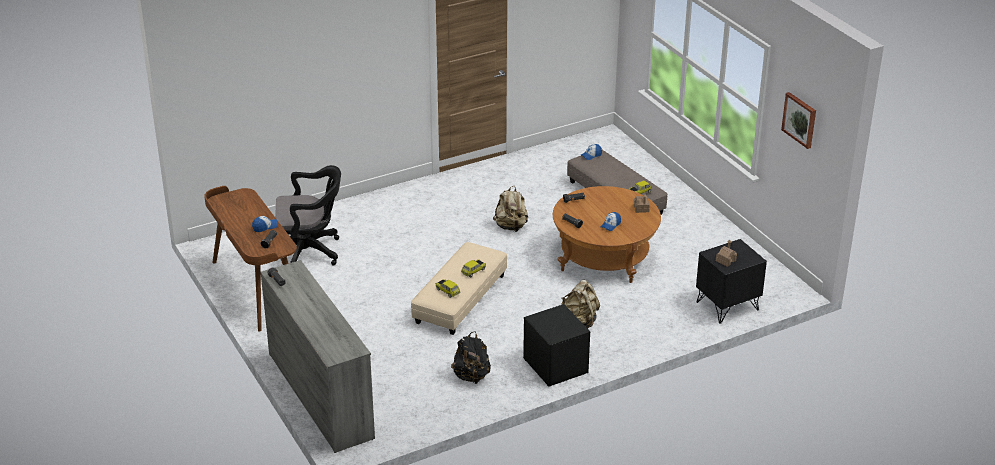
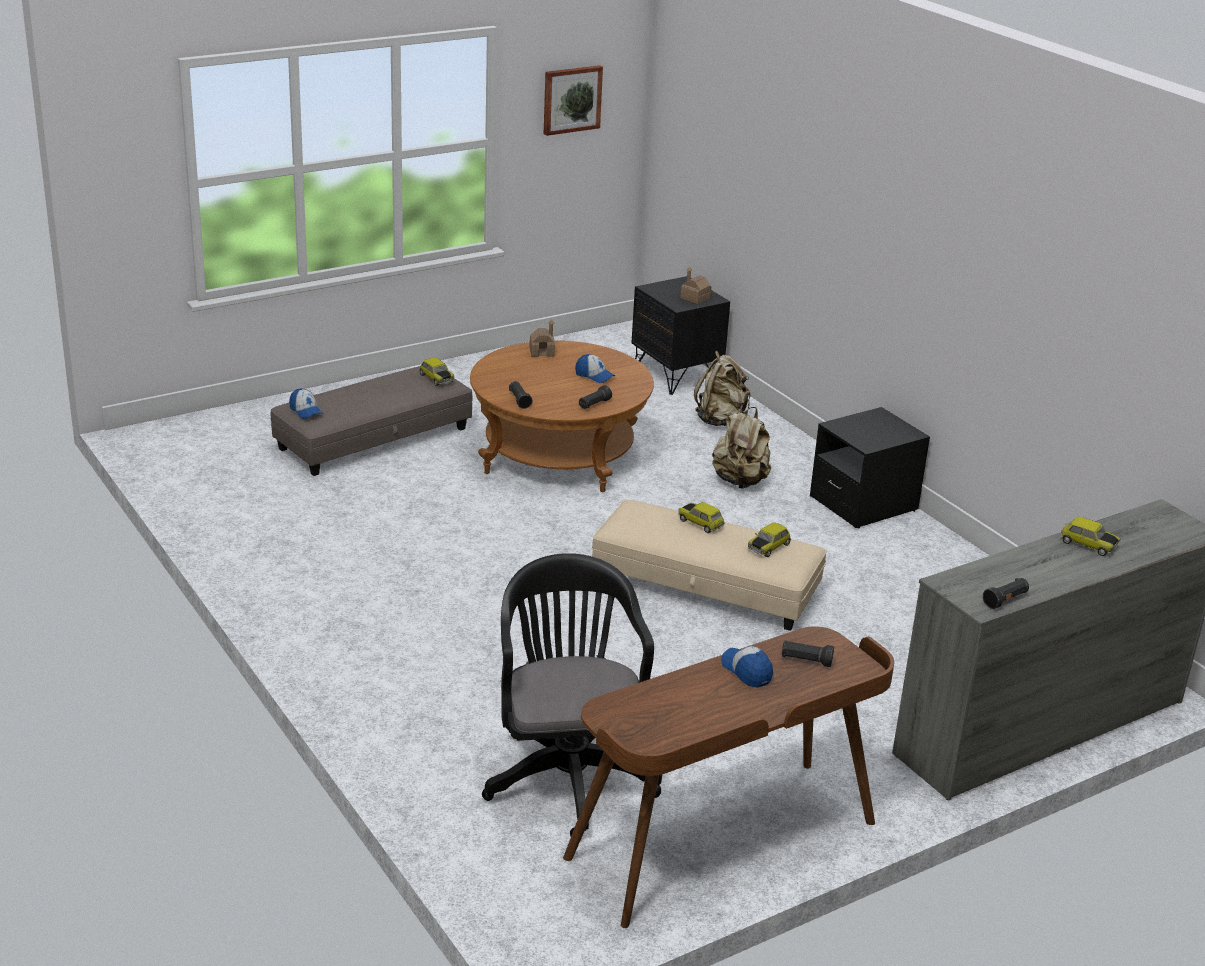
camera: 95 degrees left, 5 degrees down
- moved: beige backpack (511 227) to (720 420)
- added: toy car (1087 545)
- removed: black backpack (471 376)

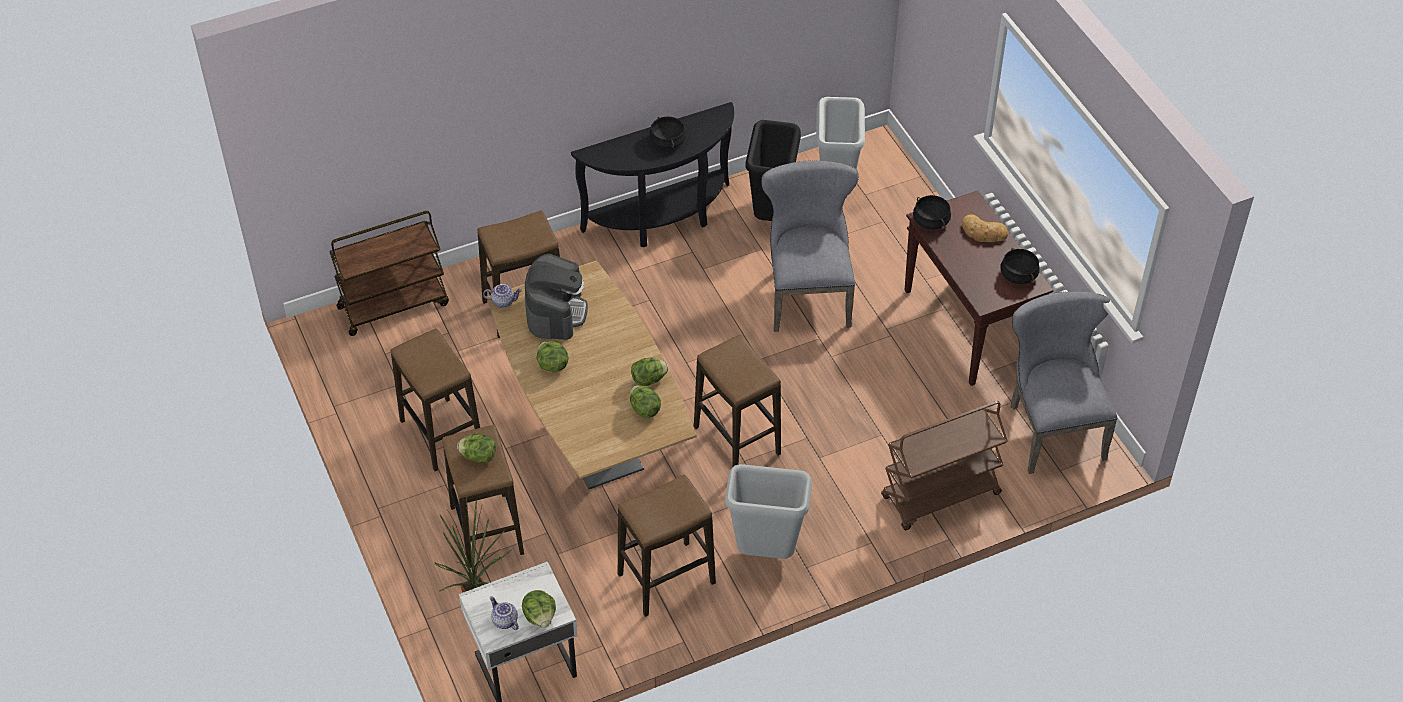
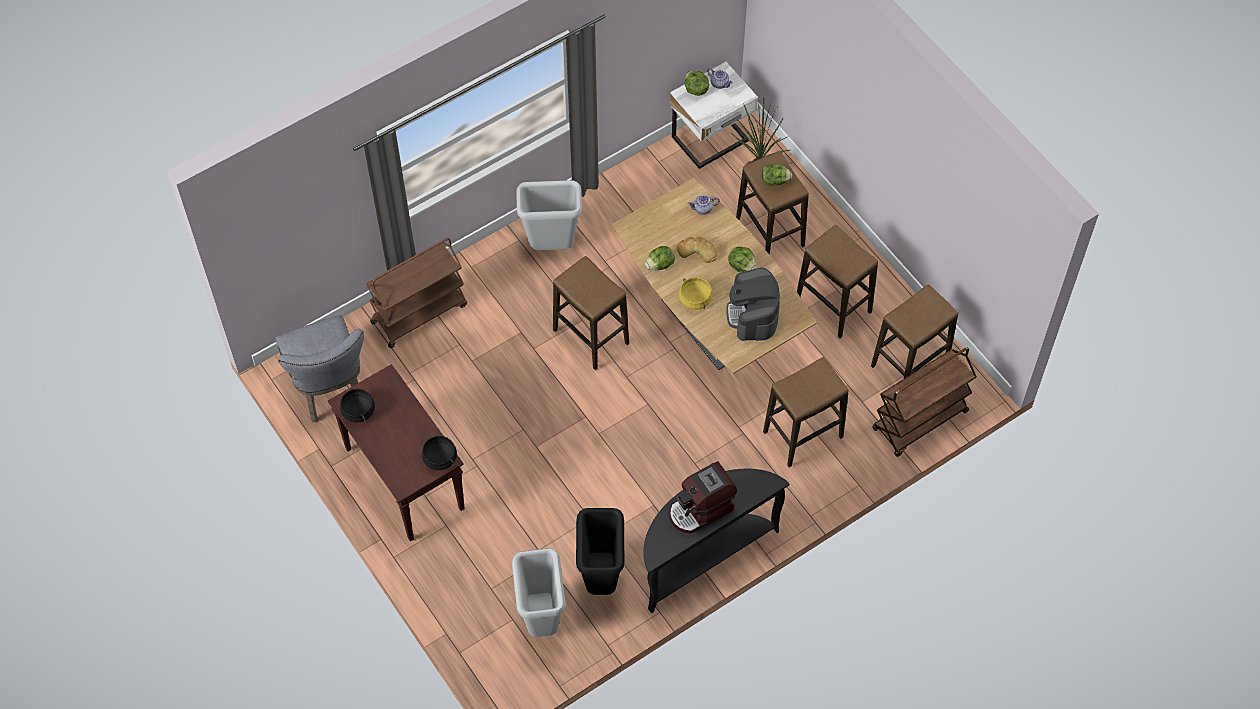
camera: 170 degrees right, 10 degrees up
- replaced: black cooking pot (667 141) to coffee machine (701 510)
- moved: bread (983 232) to (697 250)
- added: yellow cooking pot (695 299)
- moved: teapot (503 301) to (703 209)
- moved: stool (666 579) to (909 364)
- removed: lettuce (644 409)
- removed: grey chair (807 293)

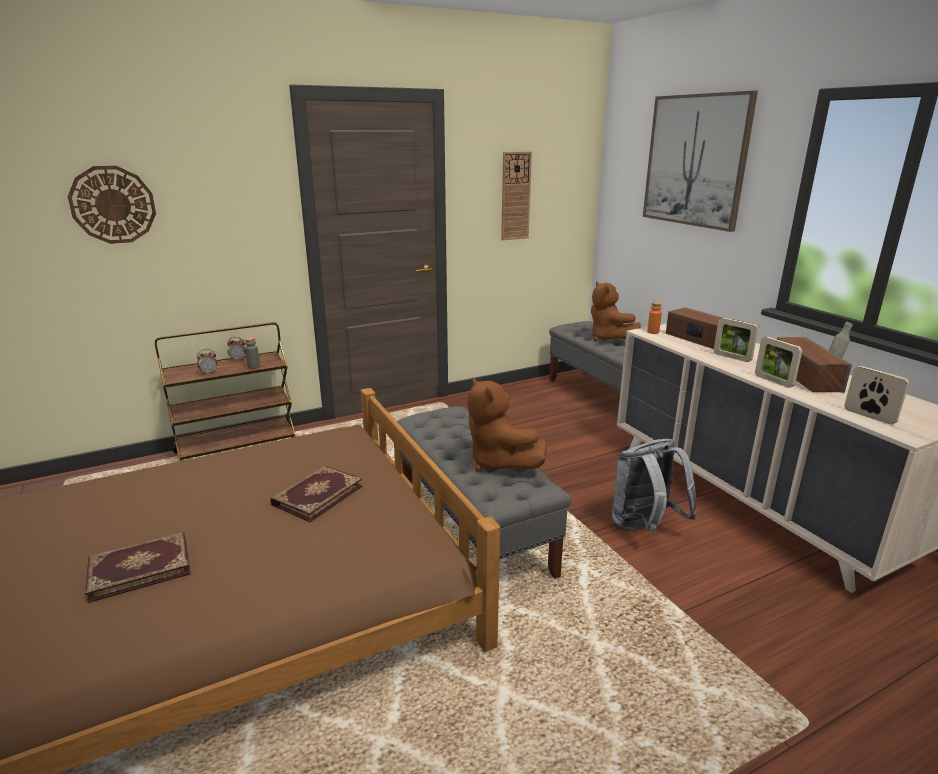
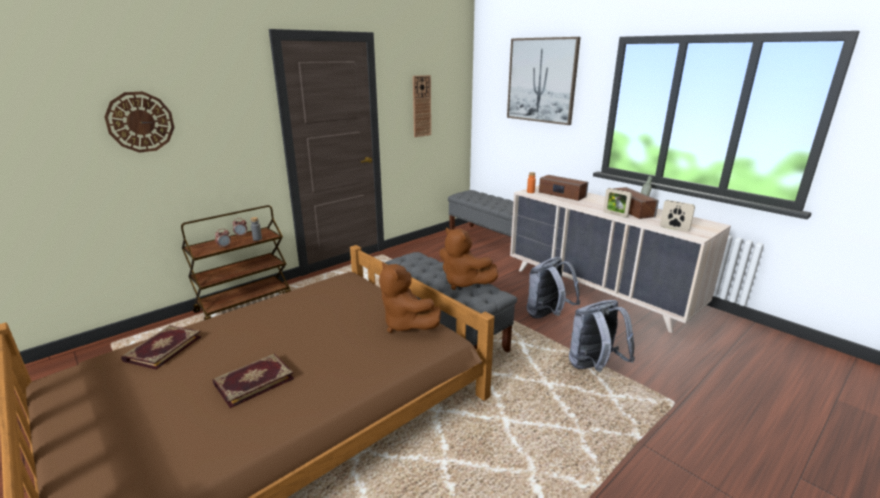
camera: 15 degrees left, 0 degrees up
- moved: book (317 495) to (162 348)
- moved: brown plush toy (608 338) to (406 324)
- added: grey backpack (594 367)
- removed: picture frame (732 357)

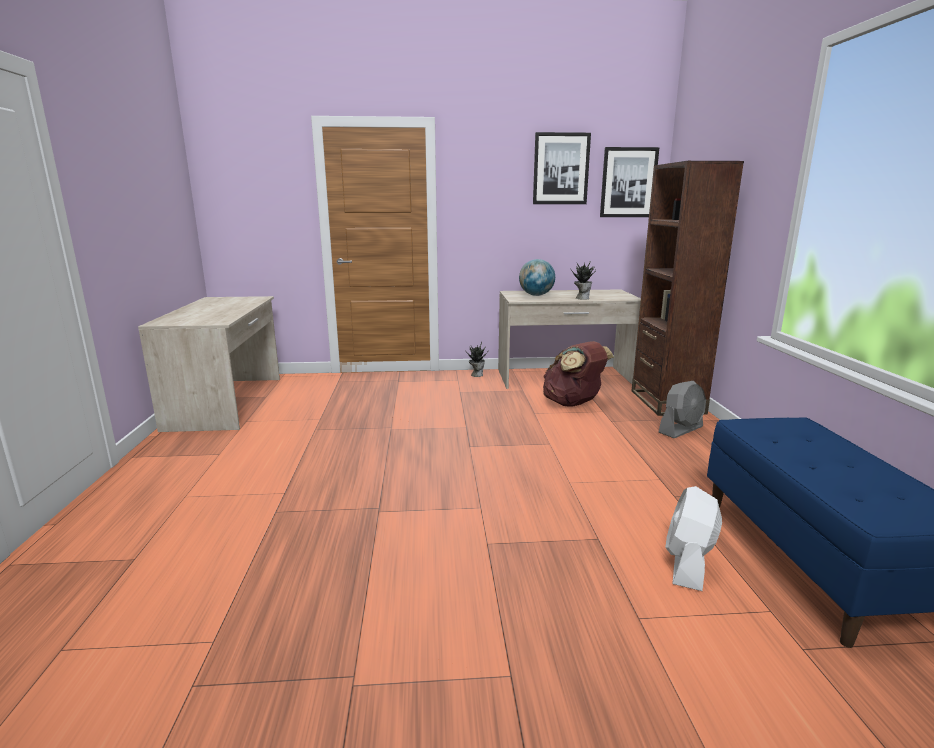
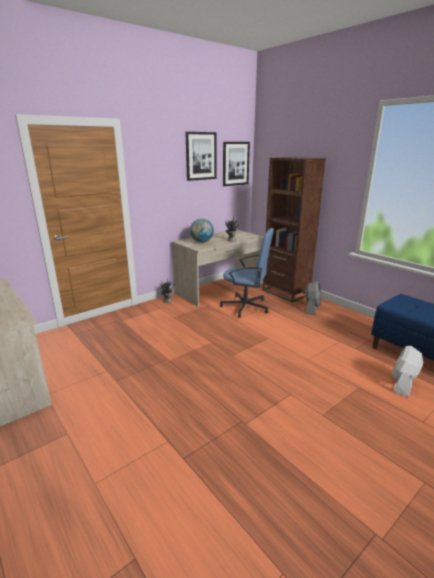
camera: 35 degrees left, 5 degrees up
- replaced: brown backpack (573 403) to blue office chair (246 307)
- turned: white fan (688 564) = (403 383) 45 degrees clockwise

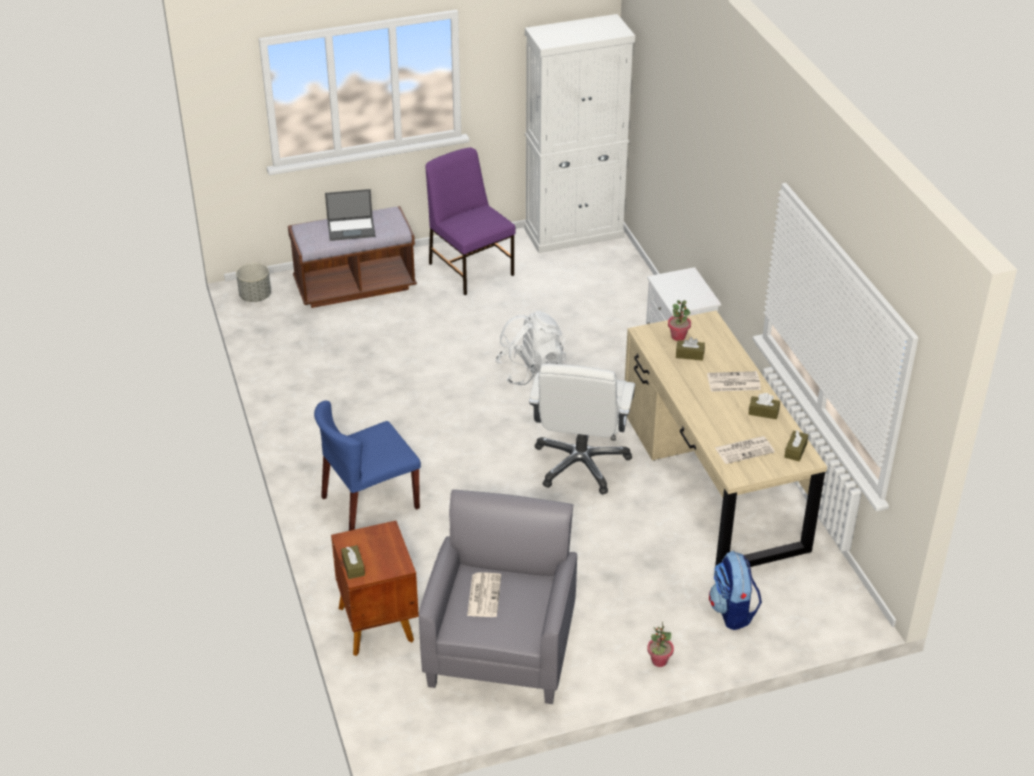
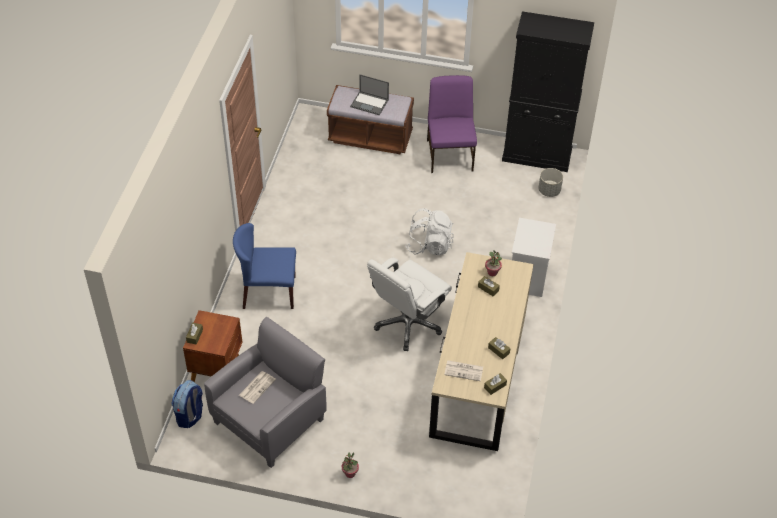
camera: 30 degrees right, 10 degrees up
- moved: backpack (732 611) to (190 415)
- recoloured: white cabinet (574 233) to black cabinet (537 155)
- moved: grey planter (255 296) to (549 190)
- removed: newspaper (733 382)

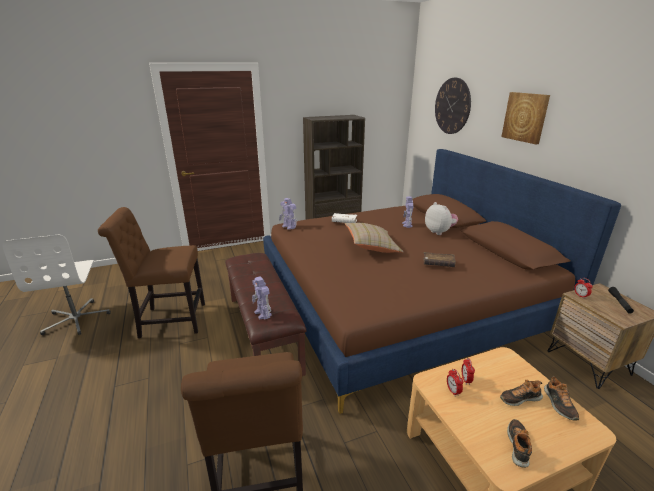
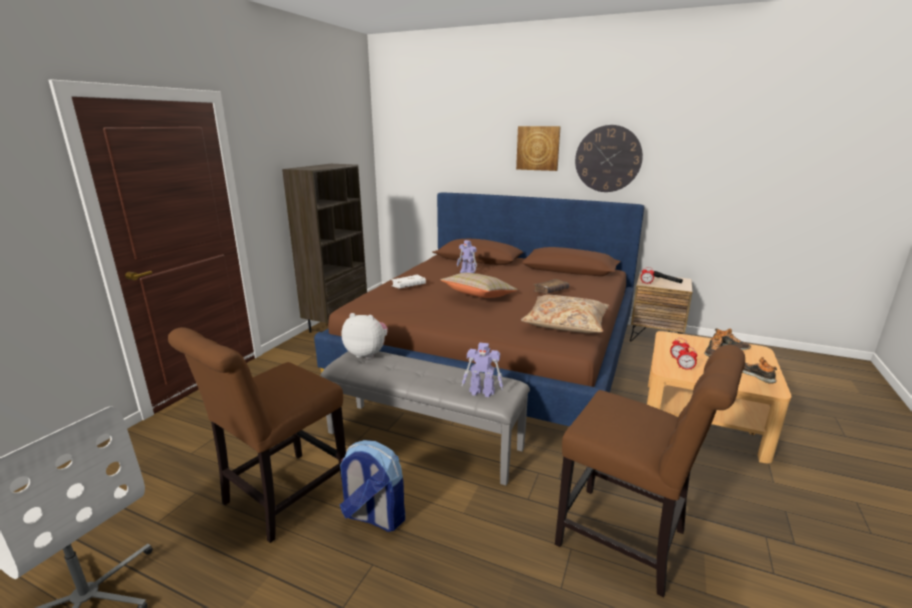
camera: 45 degrees left, 5 degrees down
- recoloured: brown bench (264 332) to grey bench (424 439)
- added: backpack (373 517)
- moved: plush toy (439 232) to (367 353)
- added: beige pillow (566 323)
- moved: wall clock (452 106) to (608 159)
- removed: toy robot (289 227)

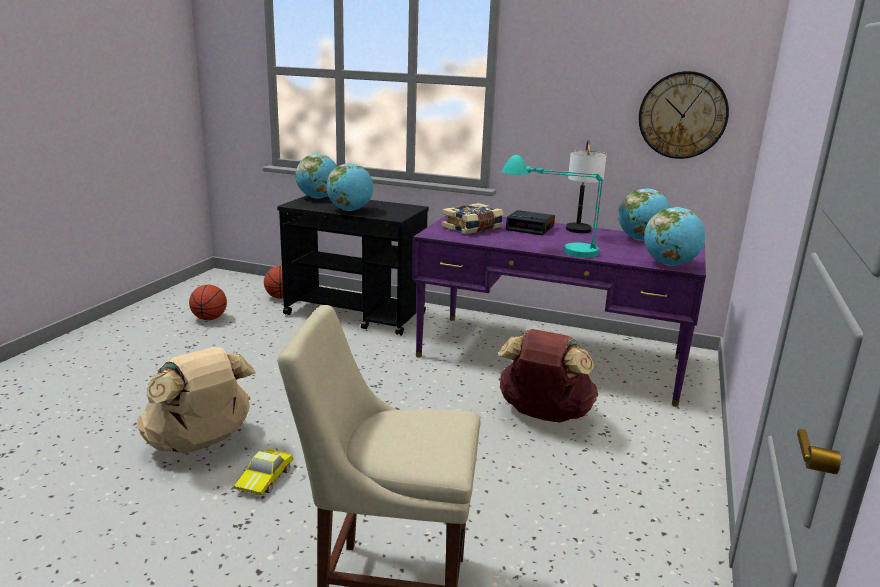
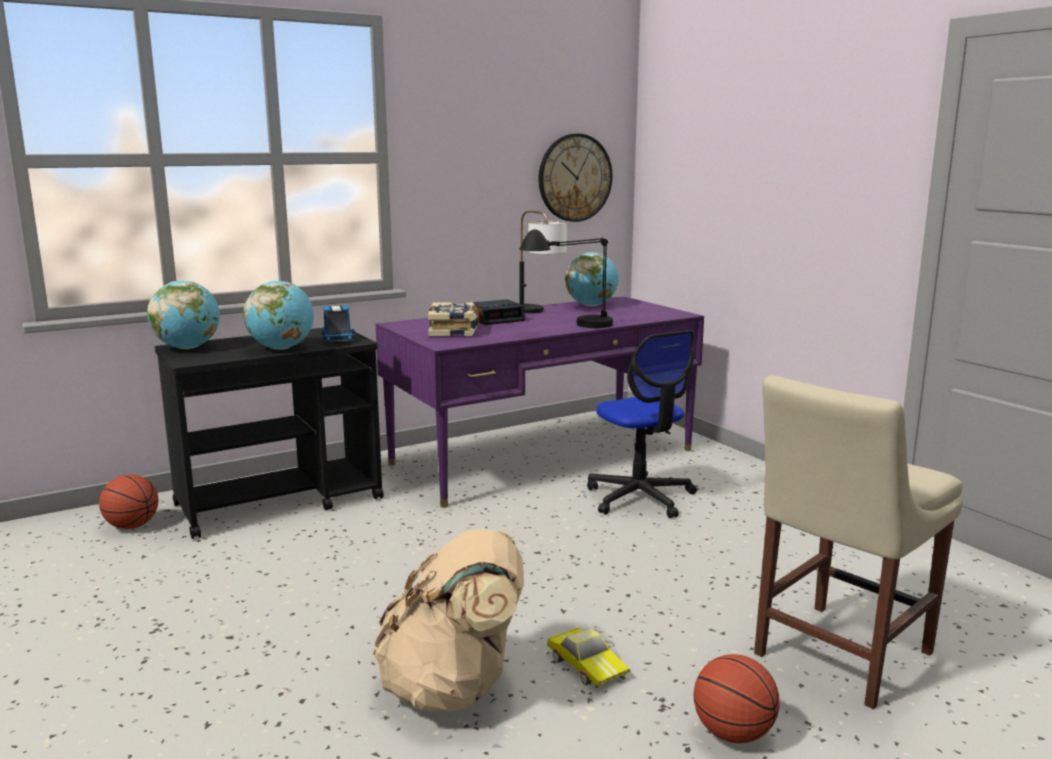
camera: 50 degrees left, 5 degrees down
- added: toy truck (338 340)
- recoloured: turquoise table lamp (550 250) to black table lamp (570 328)
- replaced: brown backpack (543 415) to office chair (640 497)
- moved: basketball (209 319) to (733 733)
- removed: globe (670 264)

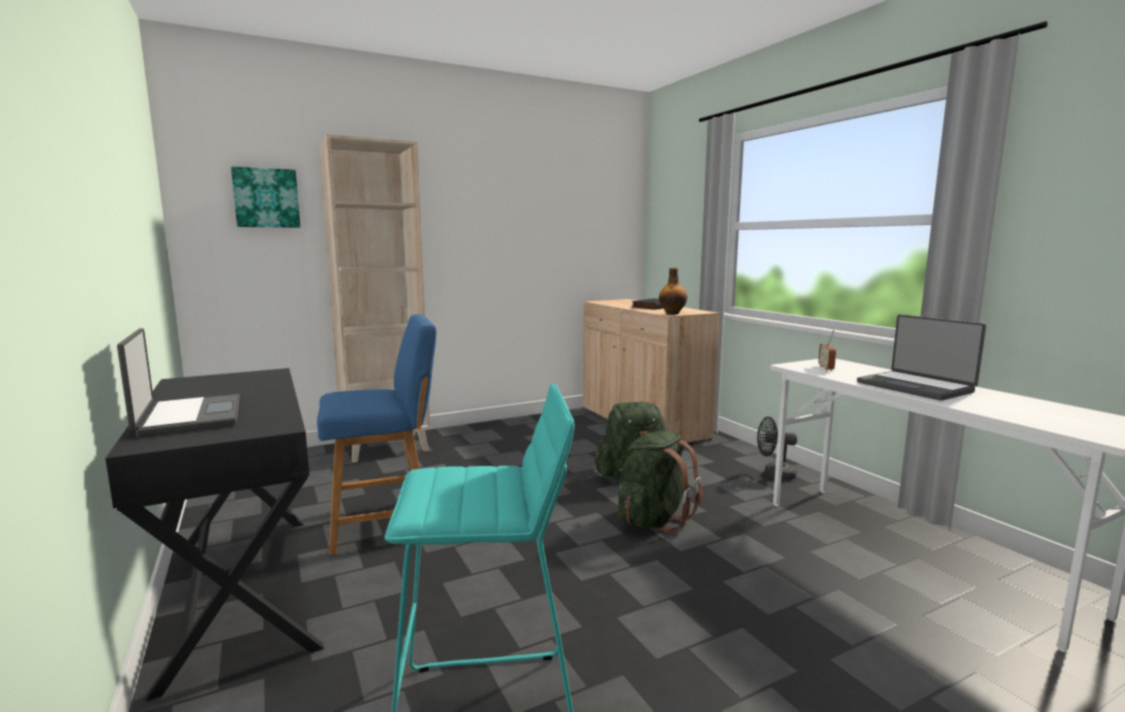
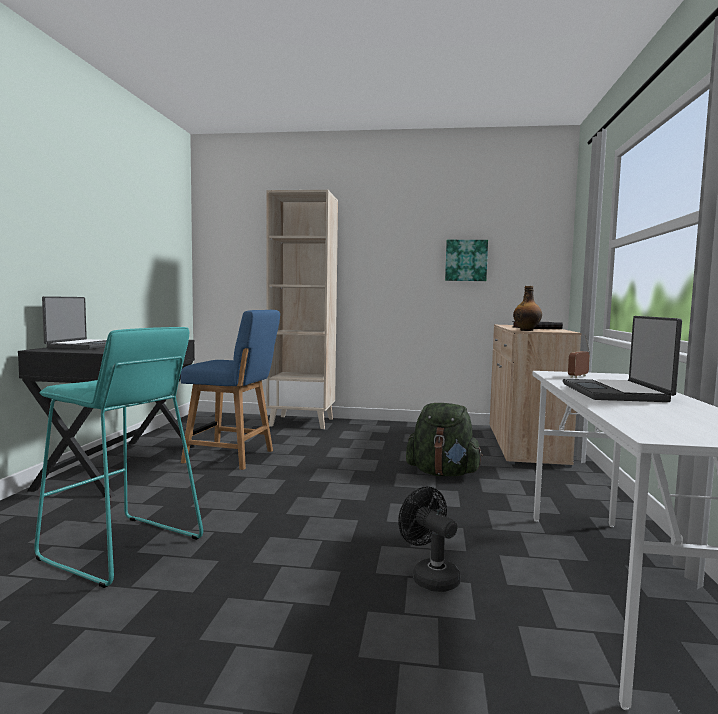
camera: 35 degrees right, 5 degrees down
- moved: black fan (774 474) to (430 577)
- moved: picture (266 198) to (466 260)
- removed: green backpack (653 519)

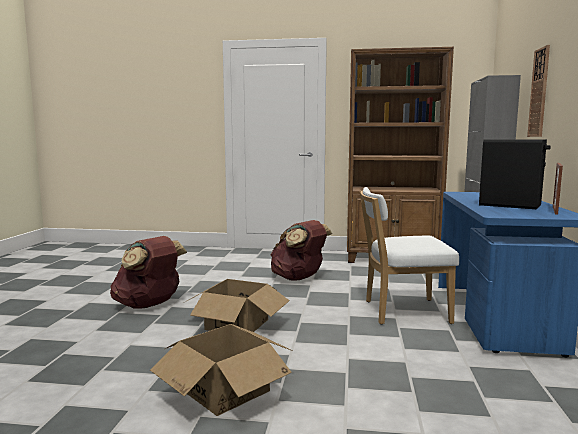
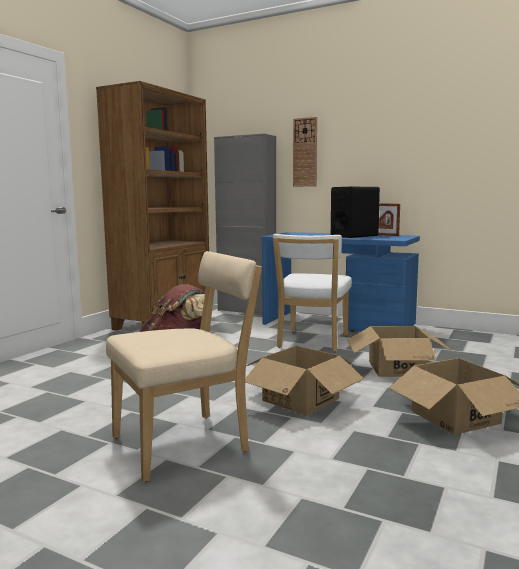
camera: 70 degrees left, 0 degrees up
- replaced: brown backpack (149 305) to beige chair (186 443)
- added: cardboard box (397 368)

